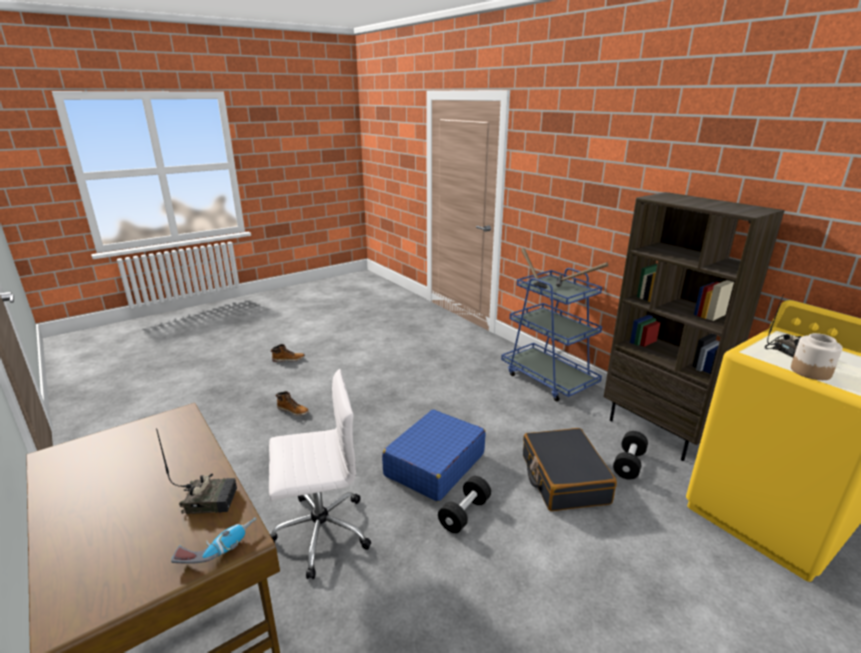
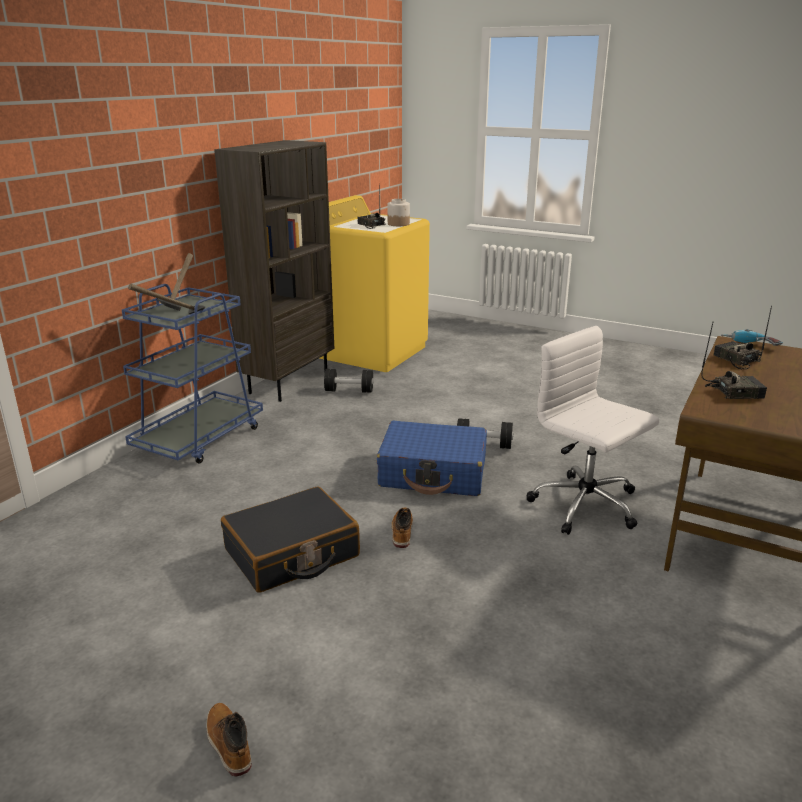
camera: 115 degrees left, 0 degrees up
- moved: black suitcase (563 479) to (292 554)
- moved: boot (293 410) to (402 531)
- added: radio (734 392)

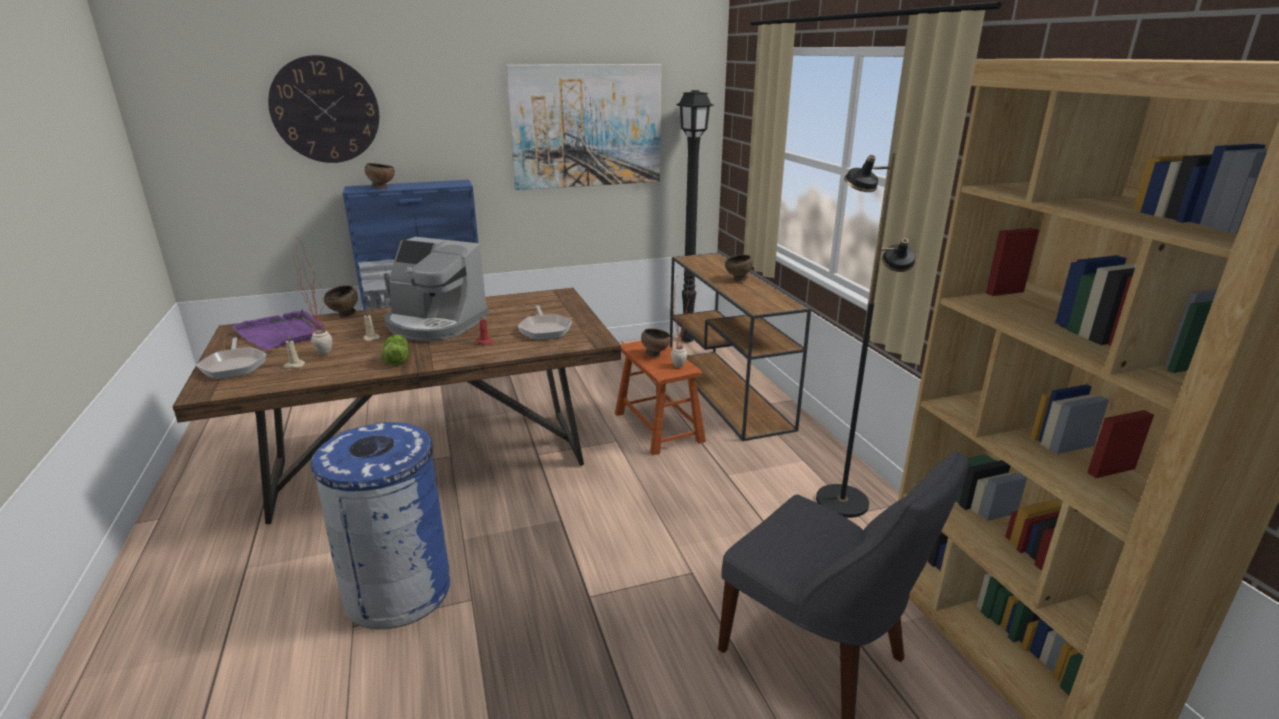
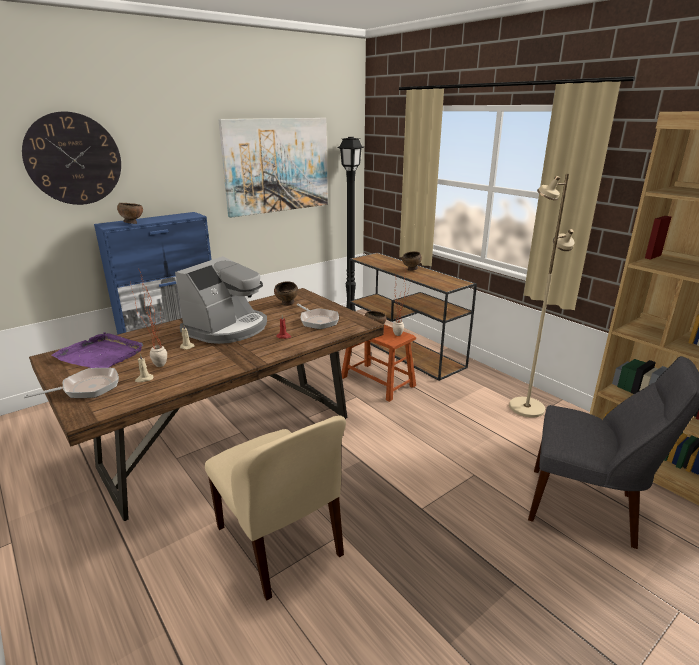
camera: 20 degrees left, 0 degrees up
- turned: frying pan (234 365) = (87 388) 75 degrees counterclockwise
- turned: coffee machine (435 324) = (227 328) 60 degrees counterclockwise
- replaced: blue trash can (398 590) to beige chair (280 543)
- moved: brown bowl (344 316) to (287 304)
- recoloured: black floor lamp (841 501) to beige floor lamp (526 407)
- removed: lettuce (397 359)

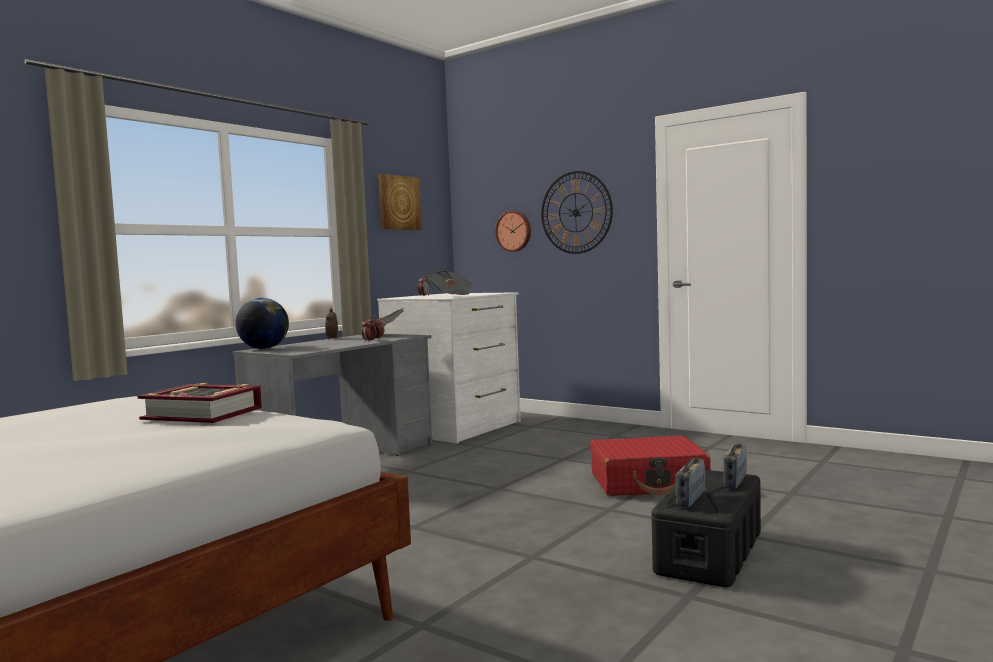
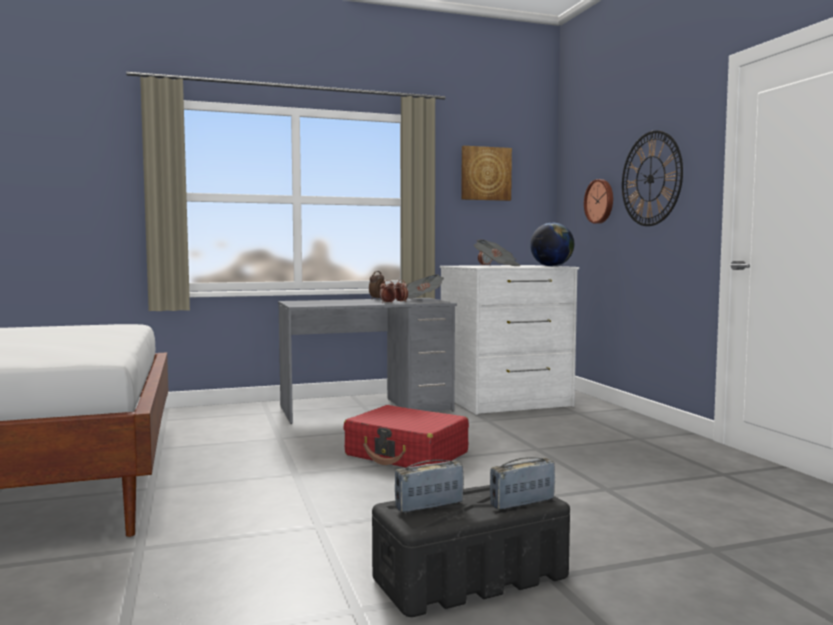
camera: 35 degrees right, 0 degrees up
- moved: red suitcase (648 483) to (407 454)
- moved: globe (264 348) to (551 266)
- removed: book (203 414)

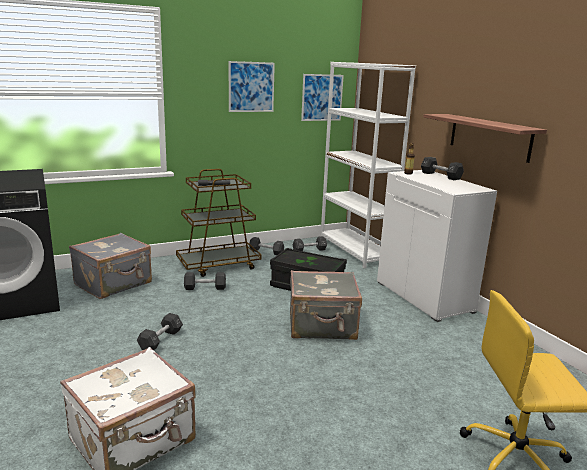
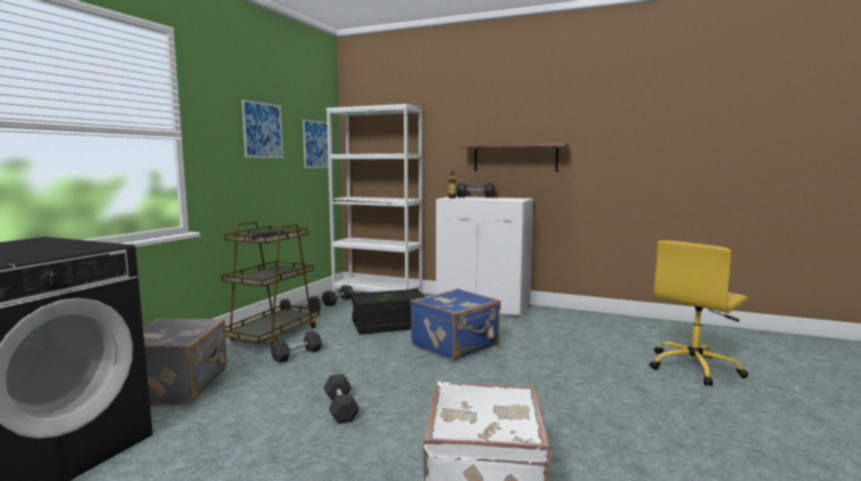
camera: 40 degrees left, 10 degrees down
- recoloured: grey suitcase (322 326) to blue suitcase (456 346)

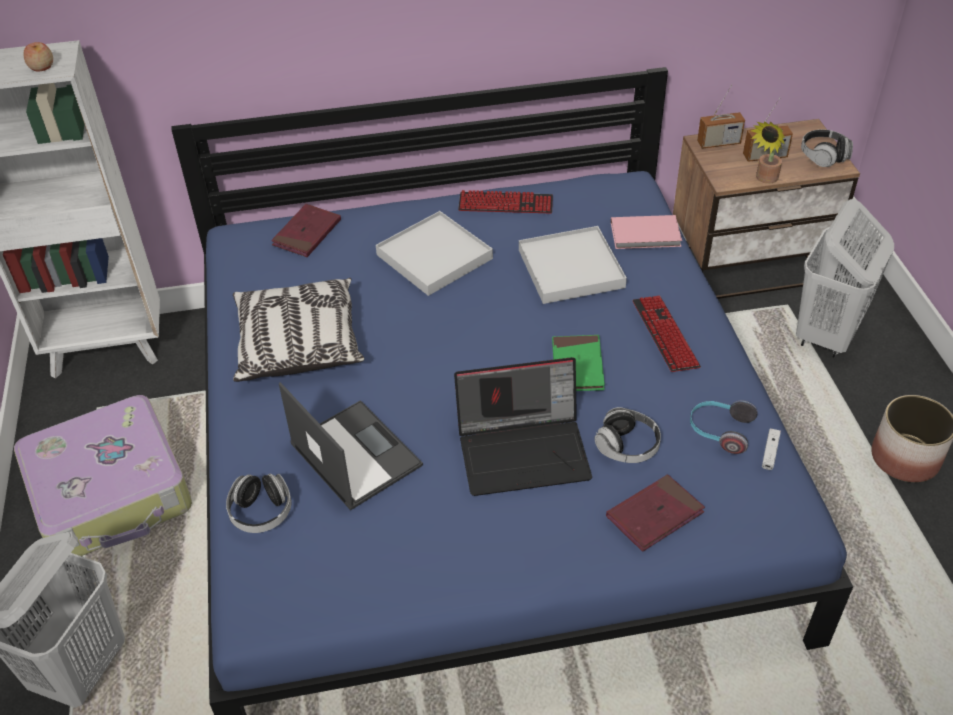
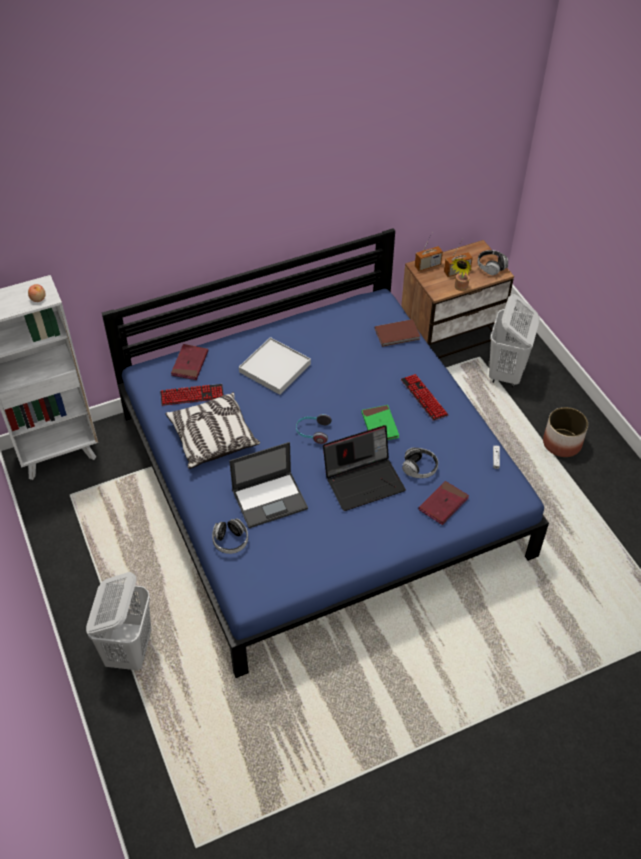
camera: 15 degrees left, 5 degrees up
- moved: keyboard (505 204) to (192 395)
- turned: laptop (354 454) = (270 499) 120 degrees clockwise
- moved: headphones (719 431) to (313 432)
- recoloured: pink book (646 235) to brown book (398 334)
- removed: suitcase (112 492)
- removed: white tray (570 268)

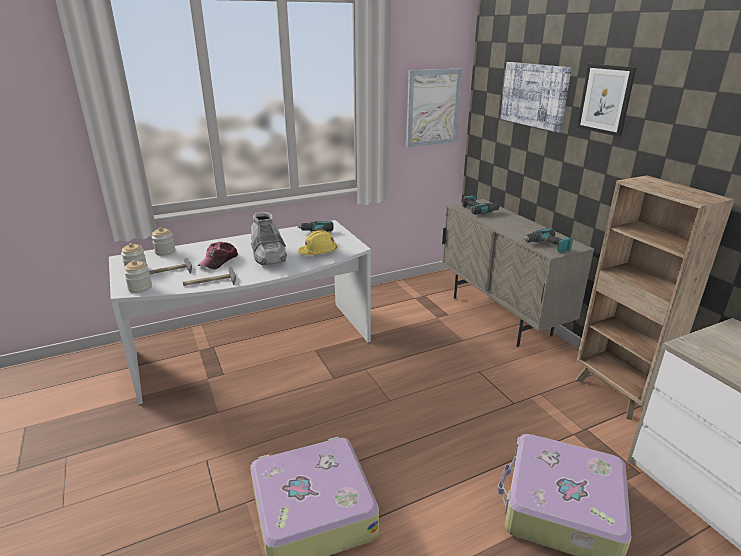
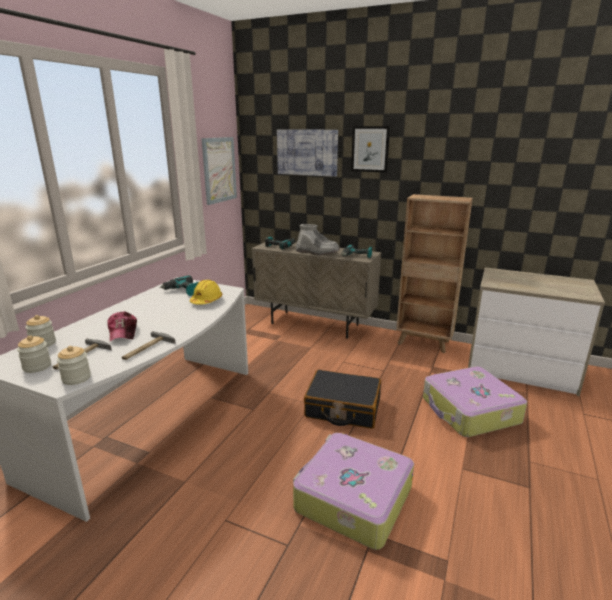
camera: 40 degrees left, 5 degrees down
- moved: grey boot (269 257) to (317 252)
- added: black suitcase (343 408)

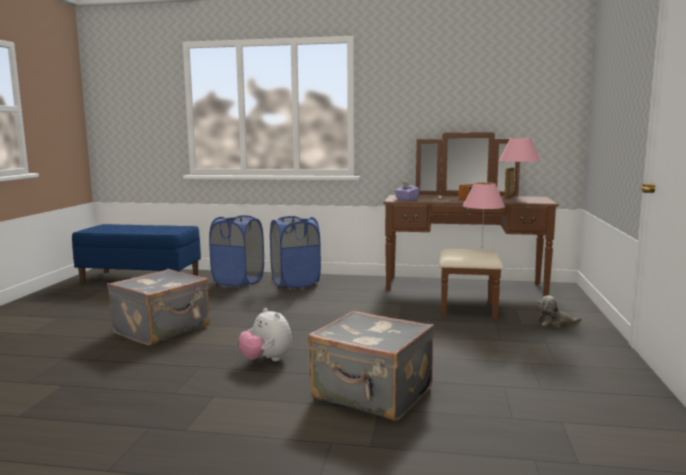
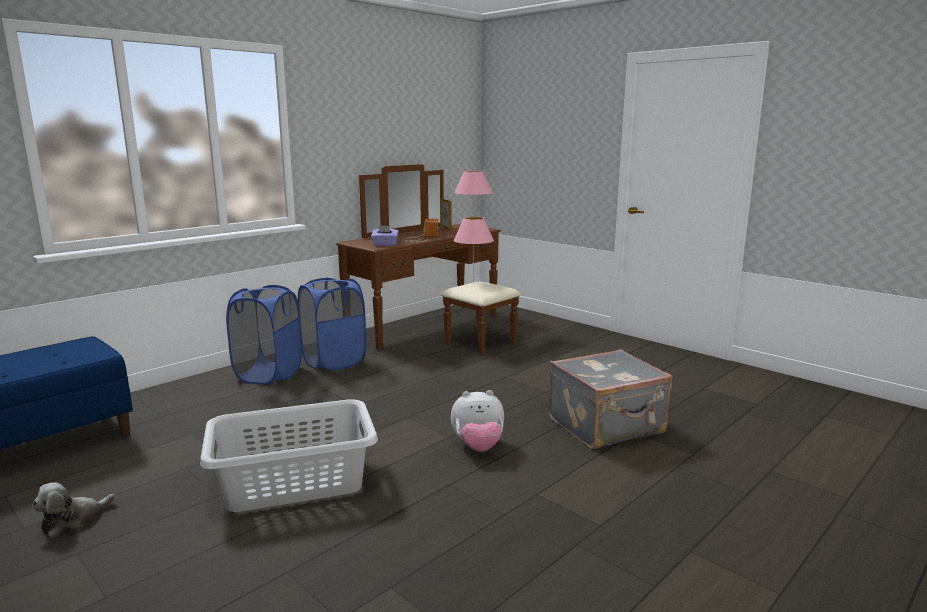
camera: 55 degrees left, 5 degrees up
- moved: plush toy (555 323) to (73 520)
- replaced: grey suitcase (163 330) to grey laundry basket (293 481)
- moved: blue laundry basket (238 281) to (334 361)

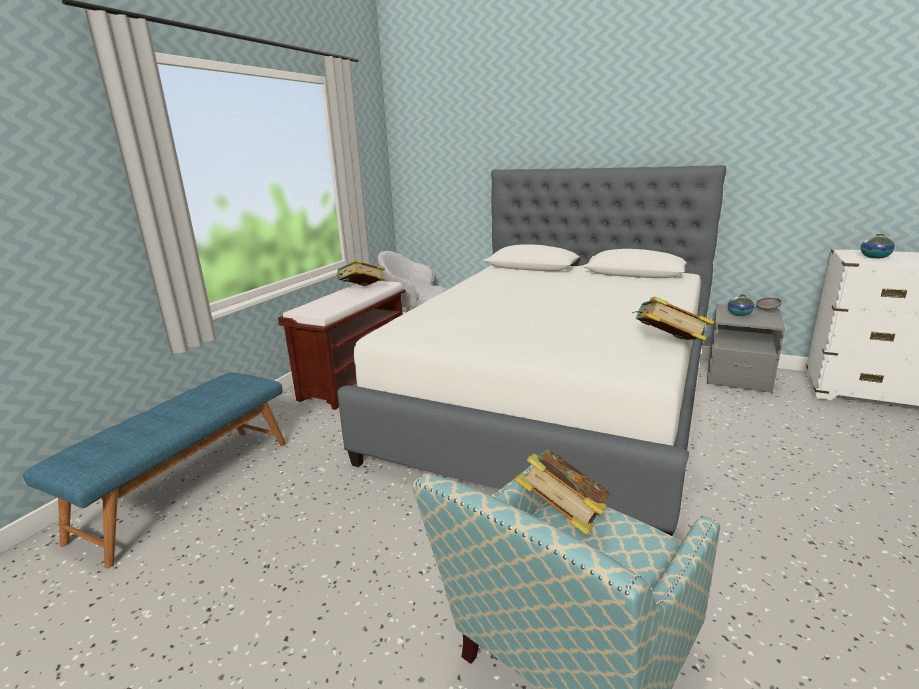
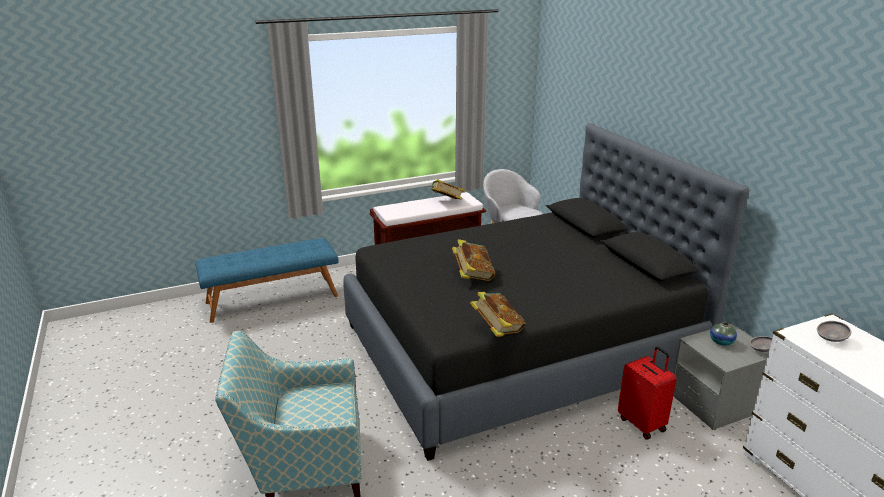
camera: 40 degrees right, 5 degrees up
- recoloured: white bed (553 404) to black bed (519 348)
- moved: book (563 517) to (472 276)
- added: red suitcase (642 424)
- replaced: vase (874 257) to grey bowl (830 339)

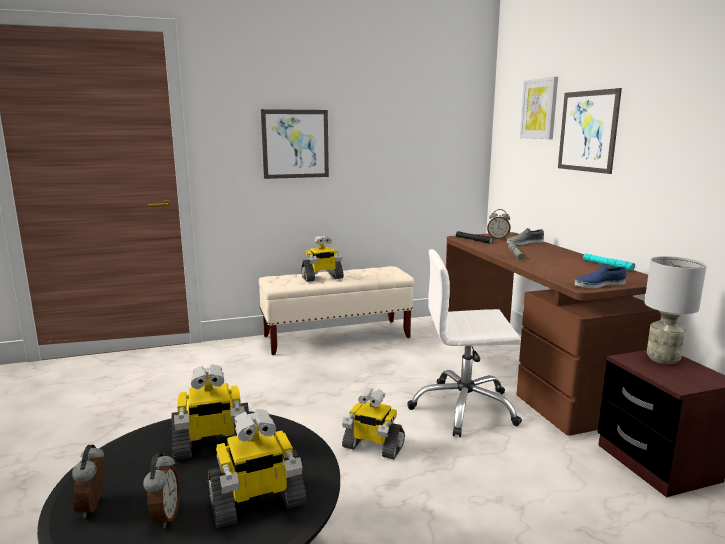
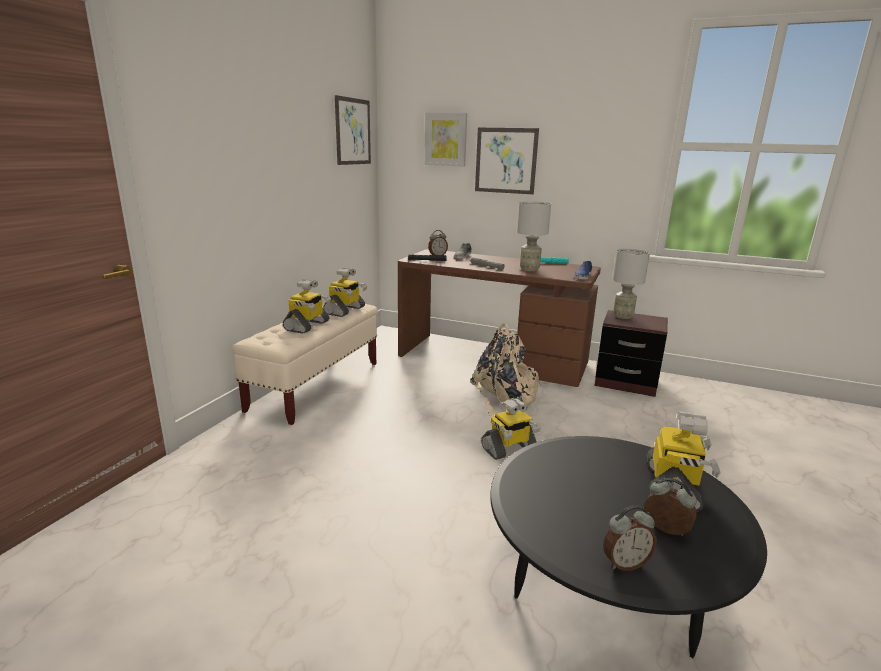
camera: 50 degrees left, 5 degrees up
- moved: toy robot (212 445) to (345 311)
- moved: picture (295 144) to (353 131)
- replaced: white office chair (464 408) to beige backpack (504 397)
- added: grey table lamp (529 269)
- turned: alarm clock (94 506) = (625 563) 45 degrees counterclockwise

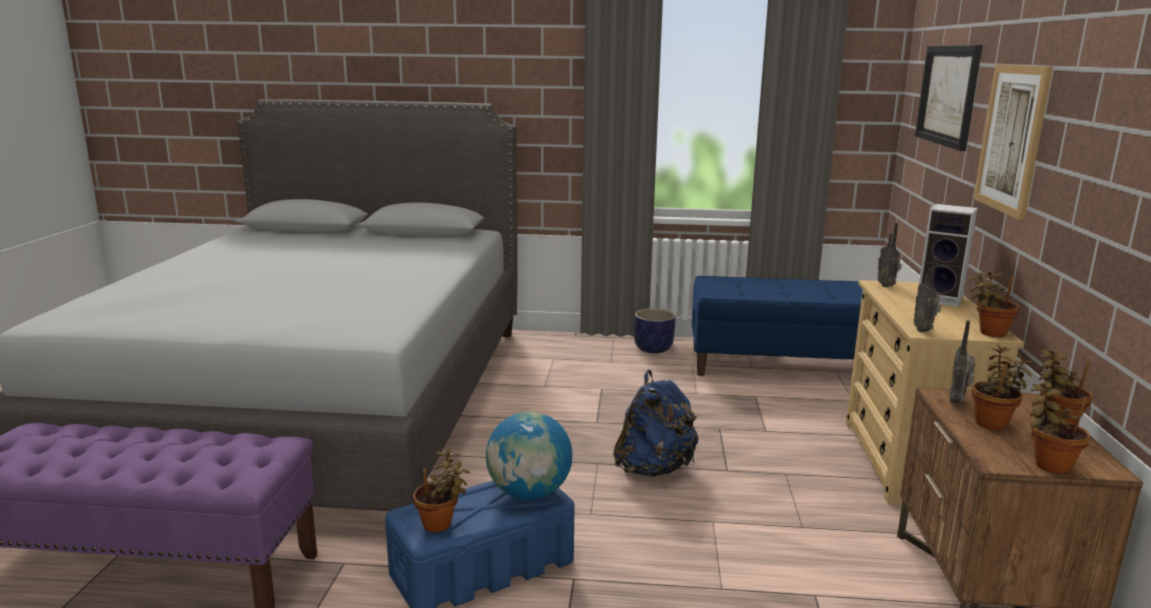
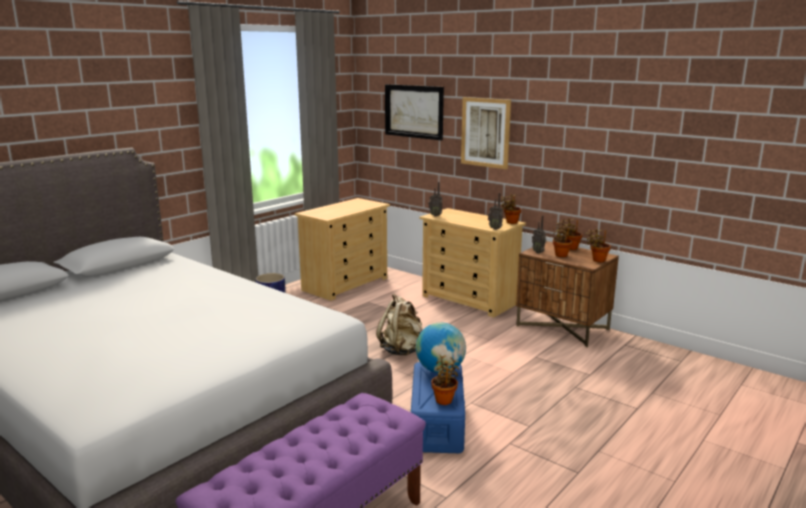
camera: 55 degrees left, 0 degrees up
- replaced: blue bench (778 365) to beige dresser (345 284)
- recoloured: blue backpack (654 468) to beige backpack (402 350)
- removed: speaker (941 299)

